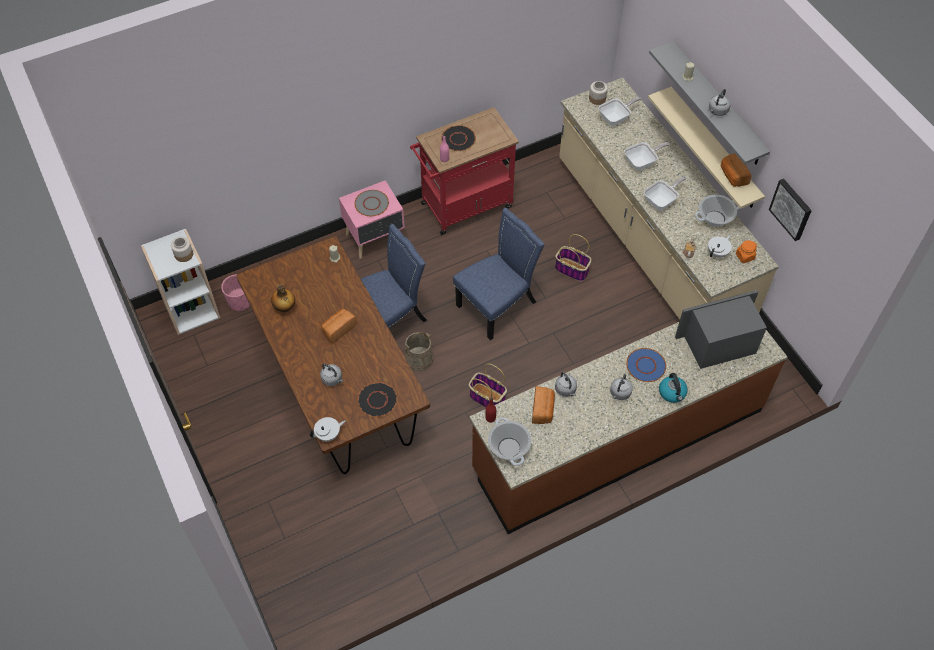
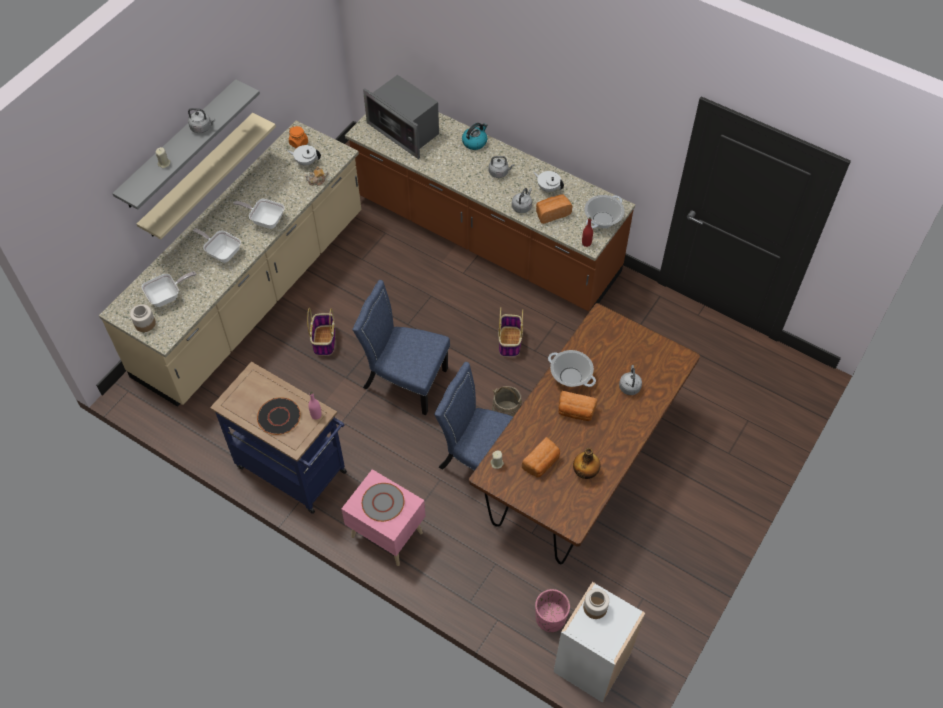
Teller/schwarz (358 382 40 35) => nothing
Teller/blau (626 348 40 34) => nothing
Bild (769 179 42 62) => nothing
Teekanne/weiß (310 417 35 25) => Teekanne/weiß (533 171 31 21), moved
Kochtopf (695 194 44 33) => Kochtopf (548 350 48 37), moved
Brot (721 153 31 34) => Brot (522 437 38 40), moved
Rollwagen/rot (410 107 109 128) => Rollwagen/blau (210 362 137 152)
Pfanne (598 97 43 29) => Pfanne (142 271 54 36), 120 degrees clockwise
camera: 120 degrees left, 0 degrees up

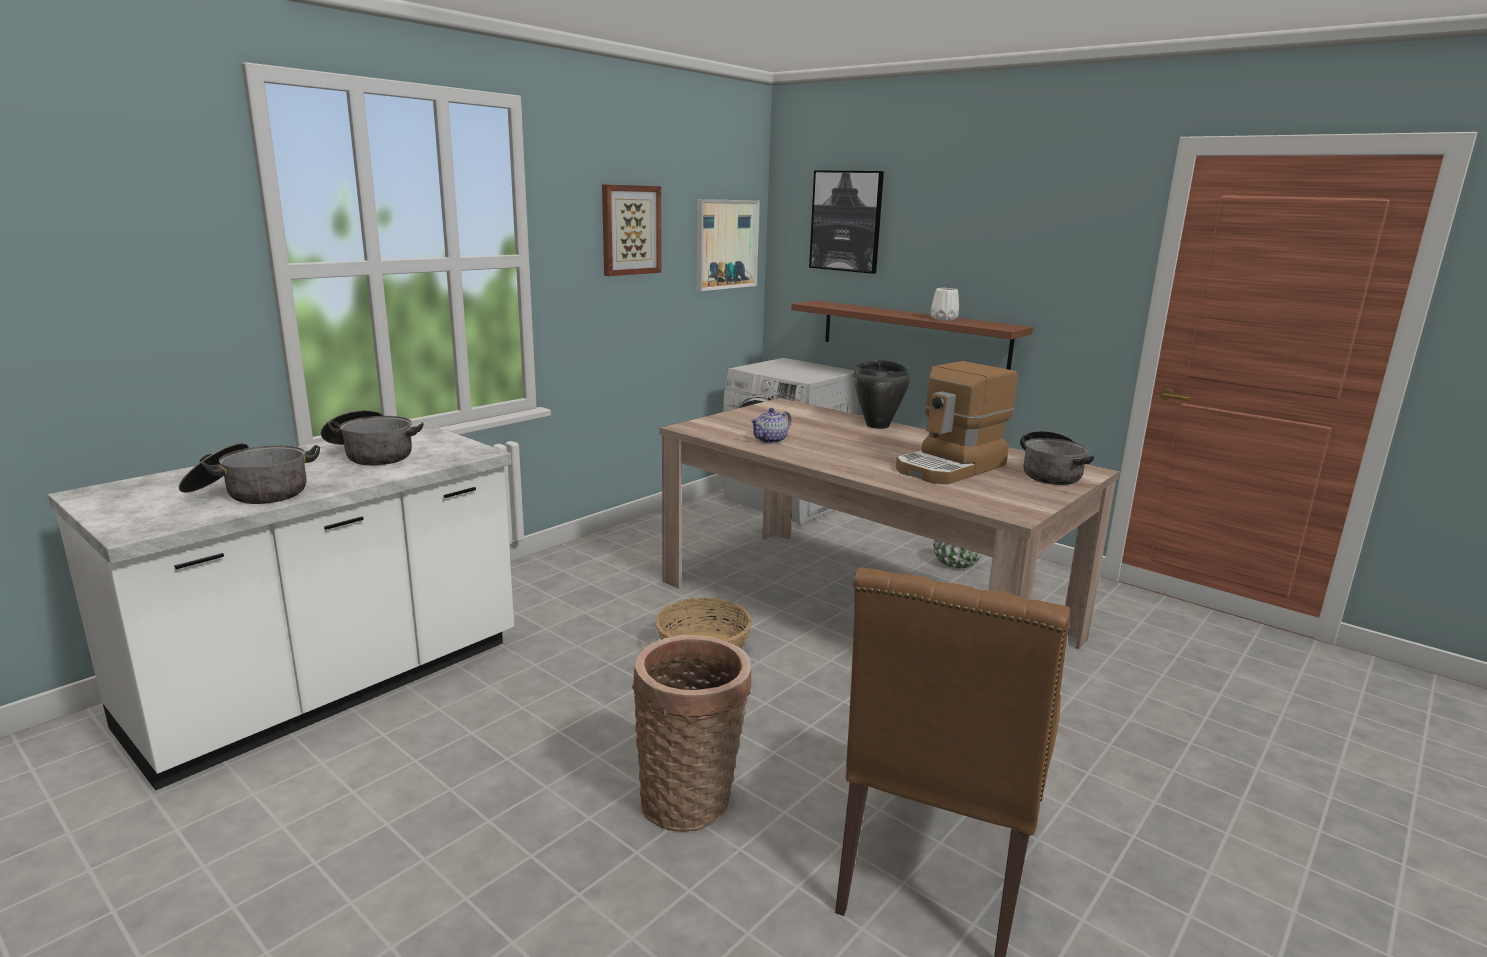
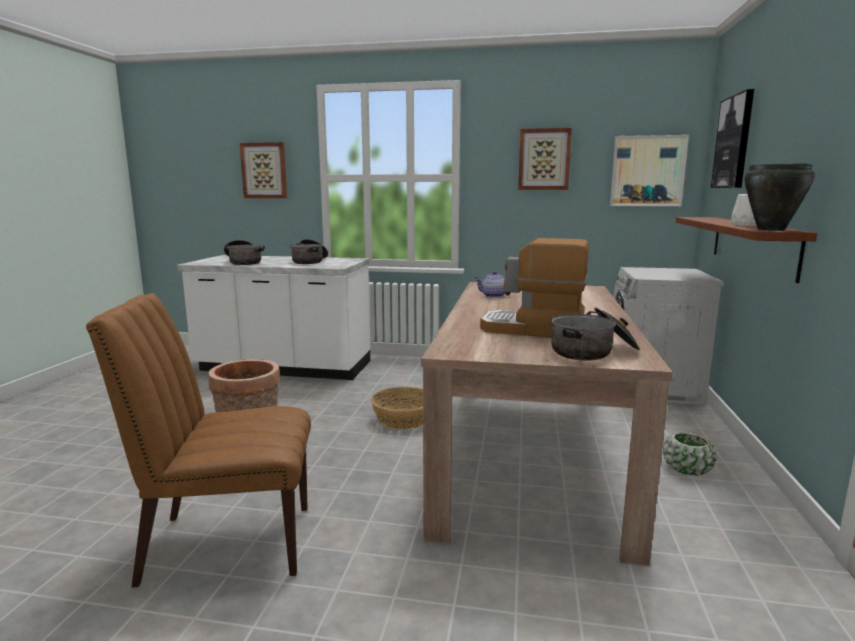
nothing => Bild (240 142 47 56)
Kochtopf/schwarz (853 360 57 69) => Kochtopf/schwarz (745 163 70 68), moved
camera: 60 degrees right, 5 degrees down

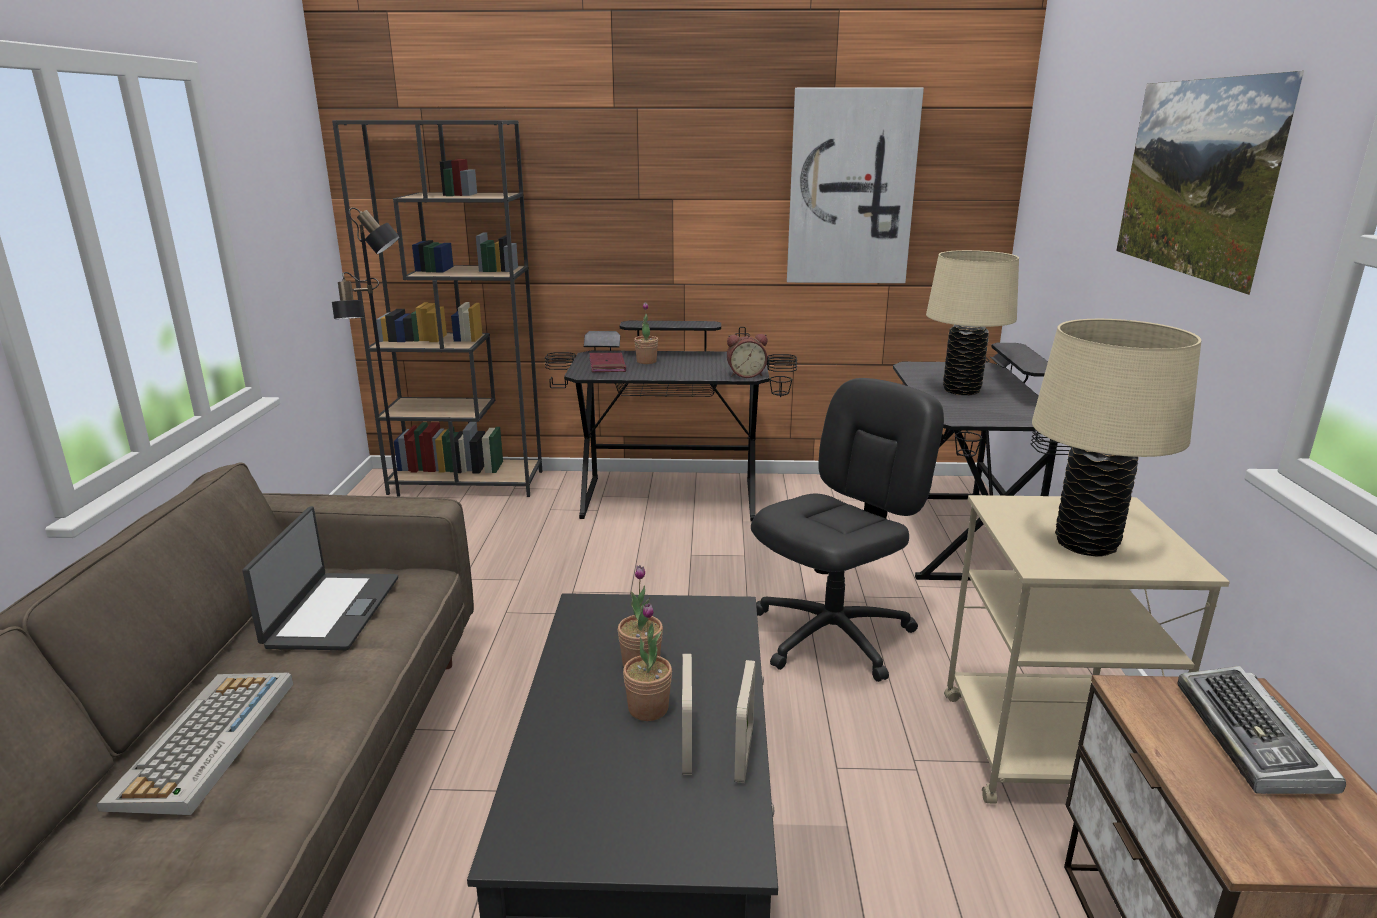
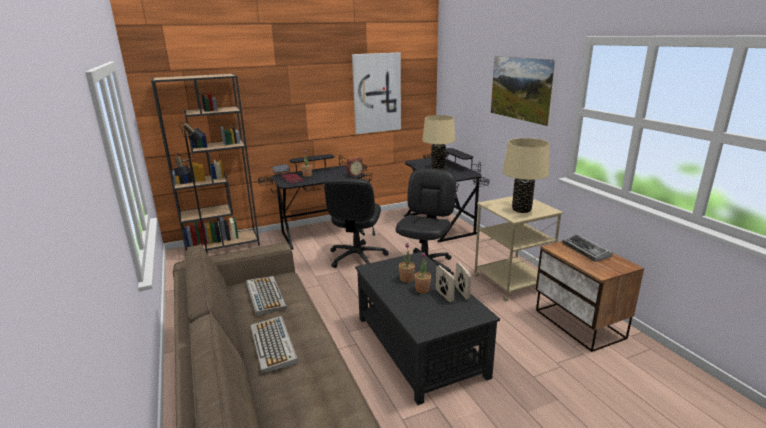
nothing => Bürostuhl/schwarz (324 178 65 90)
Laptop (242 506 156 144) => Tastatur (246 276 41 40)
camera: 25 degrees left, 0 degrees up

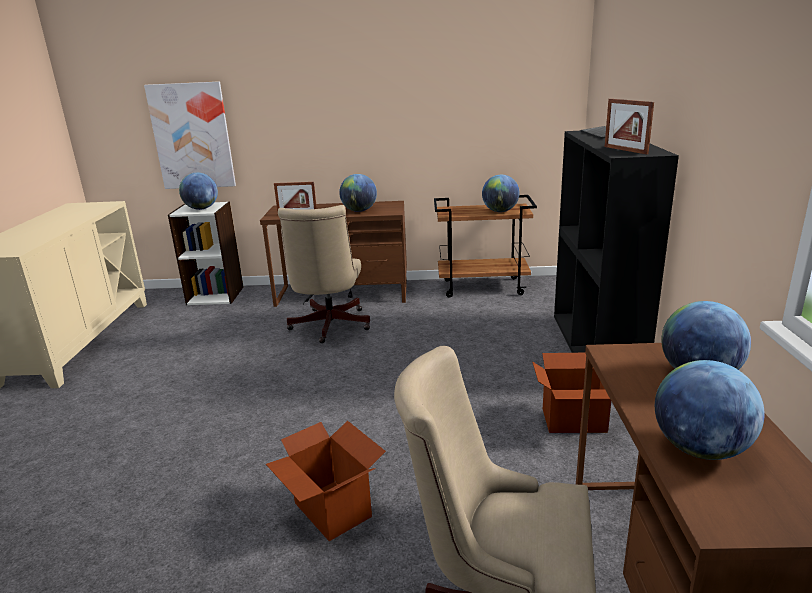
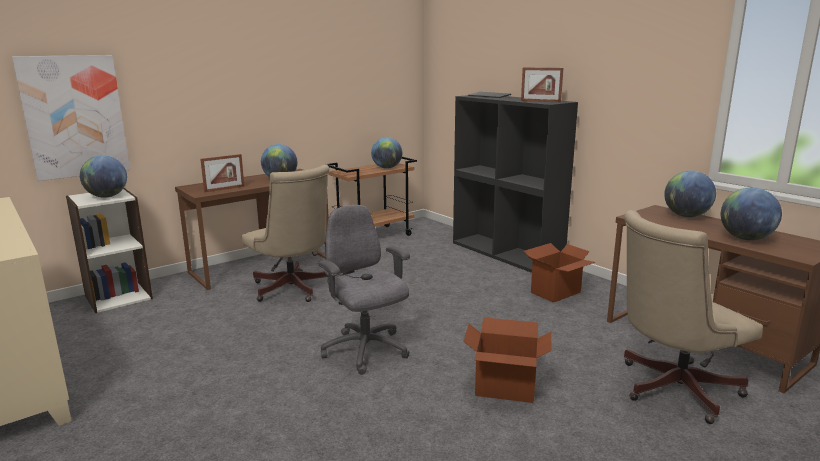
nothing => Bürostuhl/grau (318 205 92 170)
camera: 40 degrees left, 5 degrees down

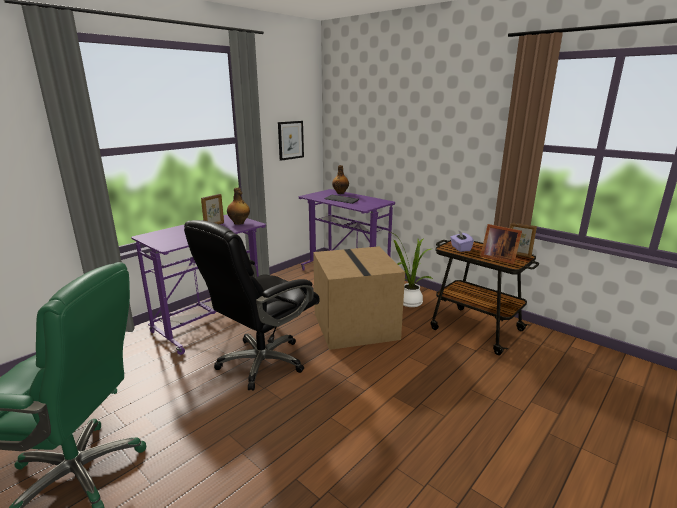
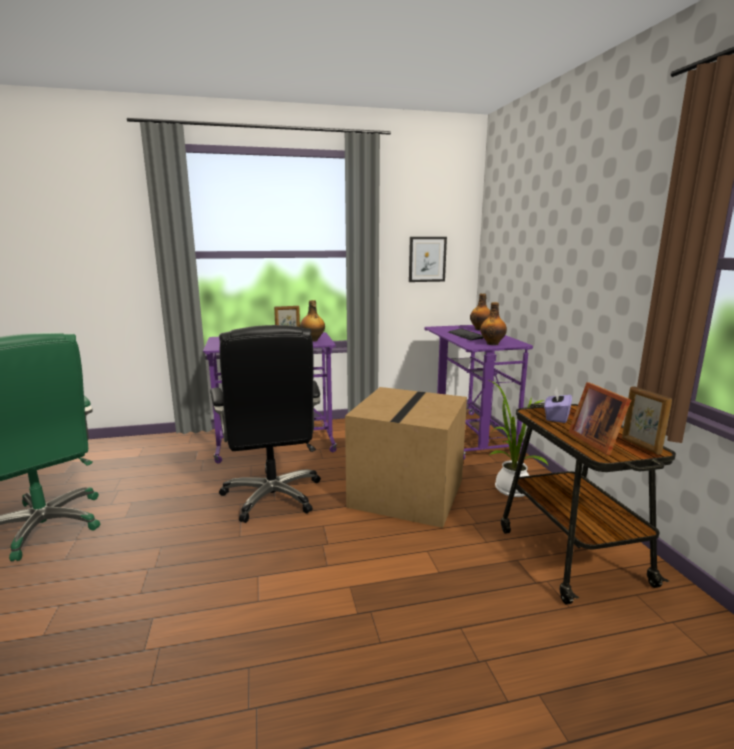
nothing => Flasche (480 302 27 43)
Bürostuhl/schwarz (184 220 136 171) => Bürostuhl/schwarz (210 325 111 198), 90 degrees counterclockwise
camera: 35 degrees right, 5 degrees down

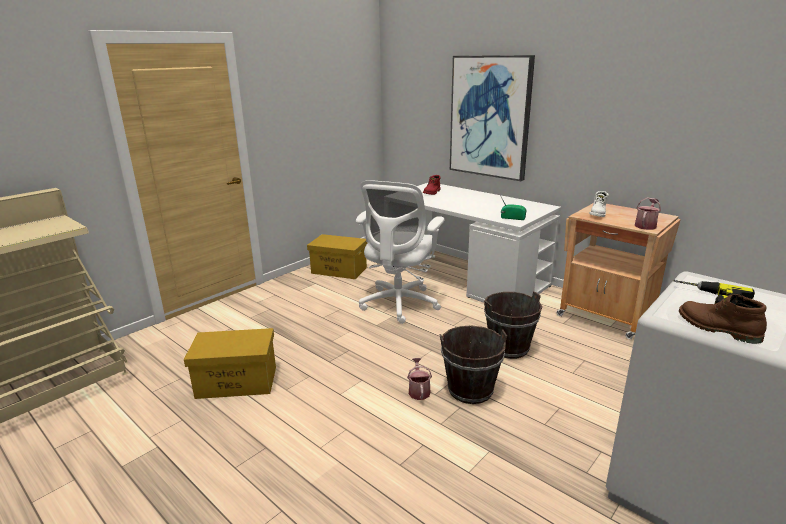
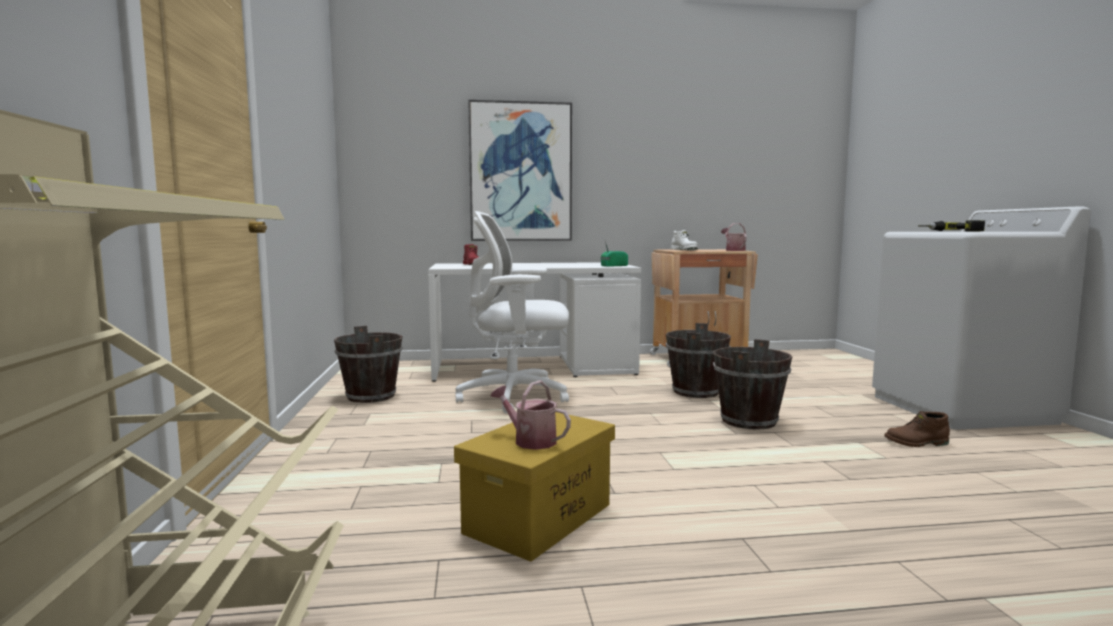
Gießkanne (407 358 25 42) => Gießkanne (491 380 80 70), moved
Stiefel/braun (679 294 88 50) => Stiefel/braun (884 411 66 36), moved
Aufbewahrungsbox/gelb (307 234 60 45) => Eimer/braun (334 326 69 77)
Bürostuhl/weiß (356 180 88 144) => Bürostuhl/weiß (455 211 114 203), 120 degrees clockwise
camera: 50 degrees left, 15 degrees down

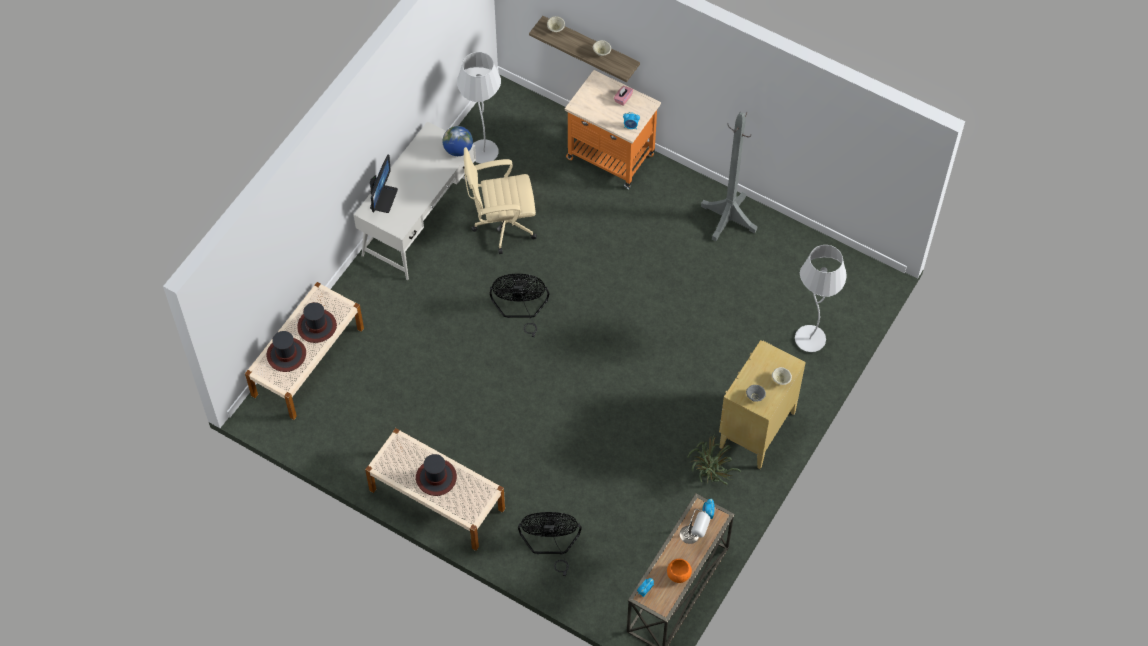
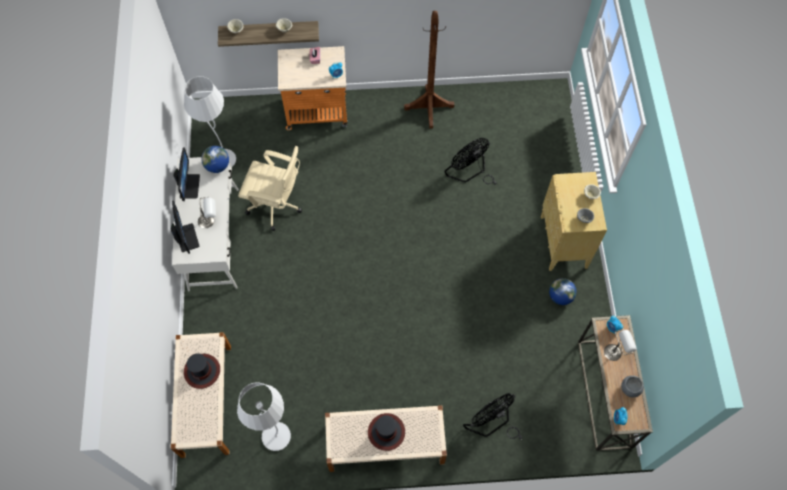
Hut (267 331 39 41) => nothing
nothing => Monitor (174 148 26 53)
nothing => Tischlampe/weiß (198 197 18 31)
Ventilator/schwarz (490 274 59 63) => Ventilator/schwarz (444 138 52 47), moved
Stehlampe/weiß (795 245 52 107) => Stehlampe/weiß (237 382 54 69), moved
Topfpflanze (687 435 54 50) => Globus (549 278 28 27)
Schüssel/orange (667 559 25 24) => Schüssel/grau (621 375 23 22)
Kleiderständer/grau (701 112 57 129) => Kleiderständer/braun (404 11 50 118)
Bürostuhl/beige (464 147 73 107) => Bürostuhl/beige (238 146 64 85), 120 degrees counterclockwise
camera: 35 degrees left, 5 degrees up

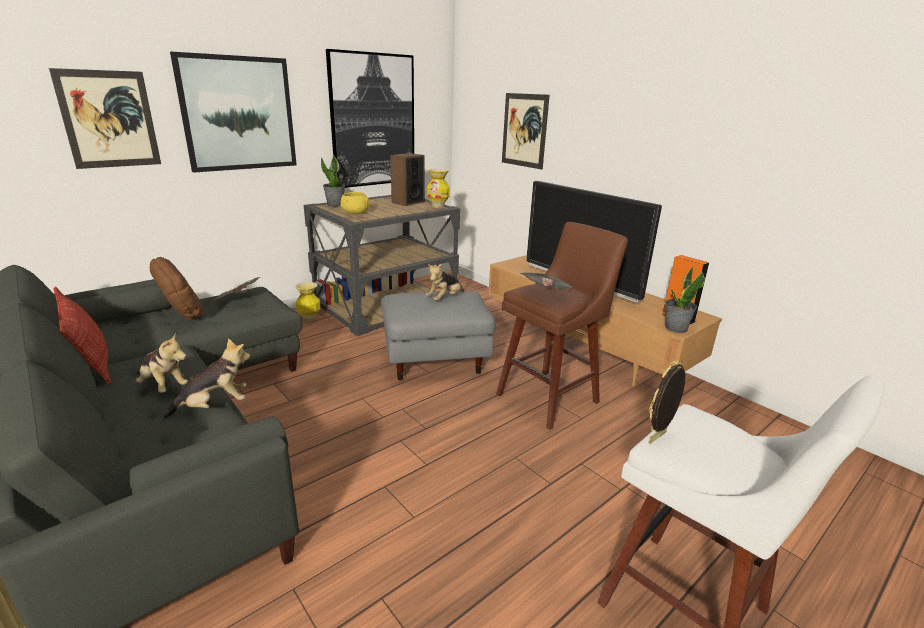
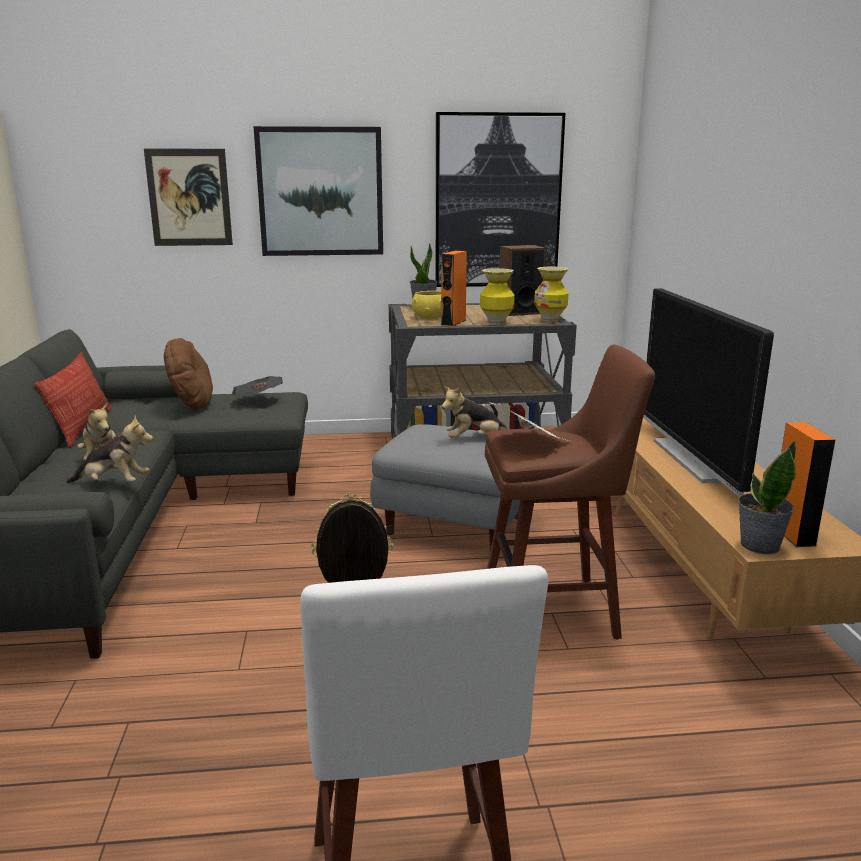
Bild (502 93 48 77) => nothing
nothing => Lautsprecher/orange (441 251 26 75)
Vase (295 282 26 39) => Vase (480 268 35 56), moved
camera: 35 degrees right, 5 degrees down

